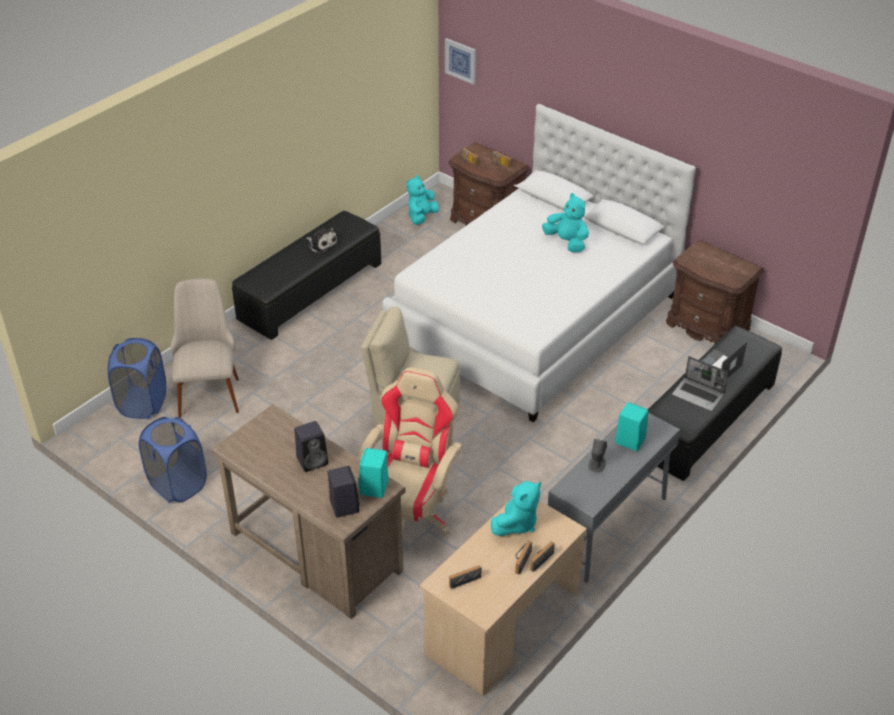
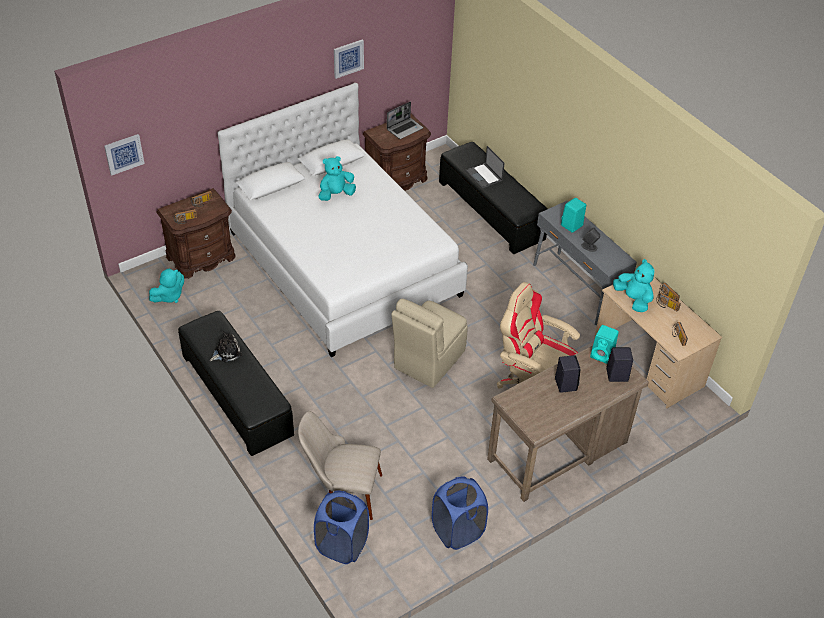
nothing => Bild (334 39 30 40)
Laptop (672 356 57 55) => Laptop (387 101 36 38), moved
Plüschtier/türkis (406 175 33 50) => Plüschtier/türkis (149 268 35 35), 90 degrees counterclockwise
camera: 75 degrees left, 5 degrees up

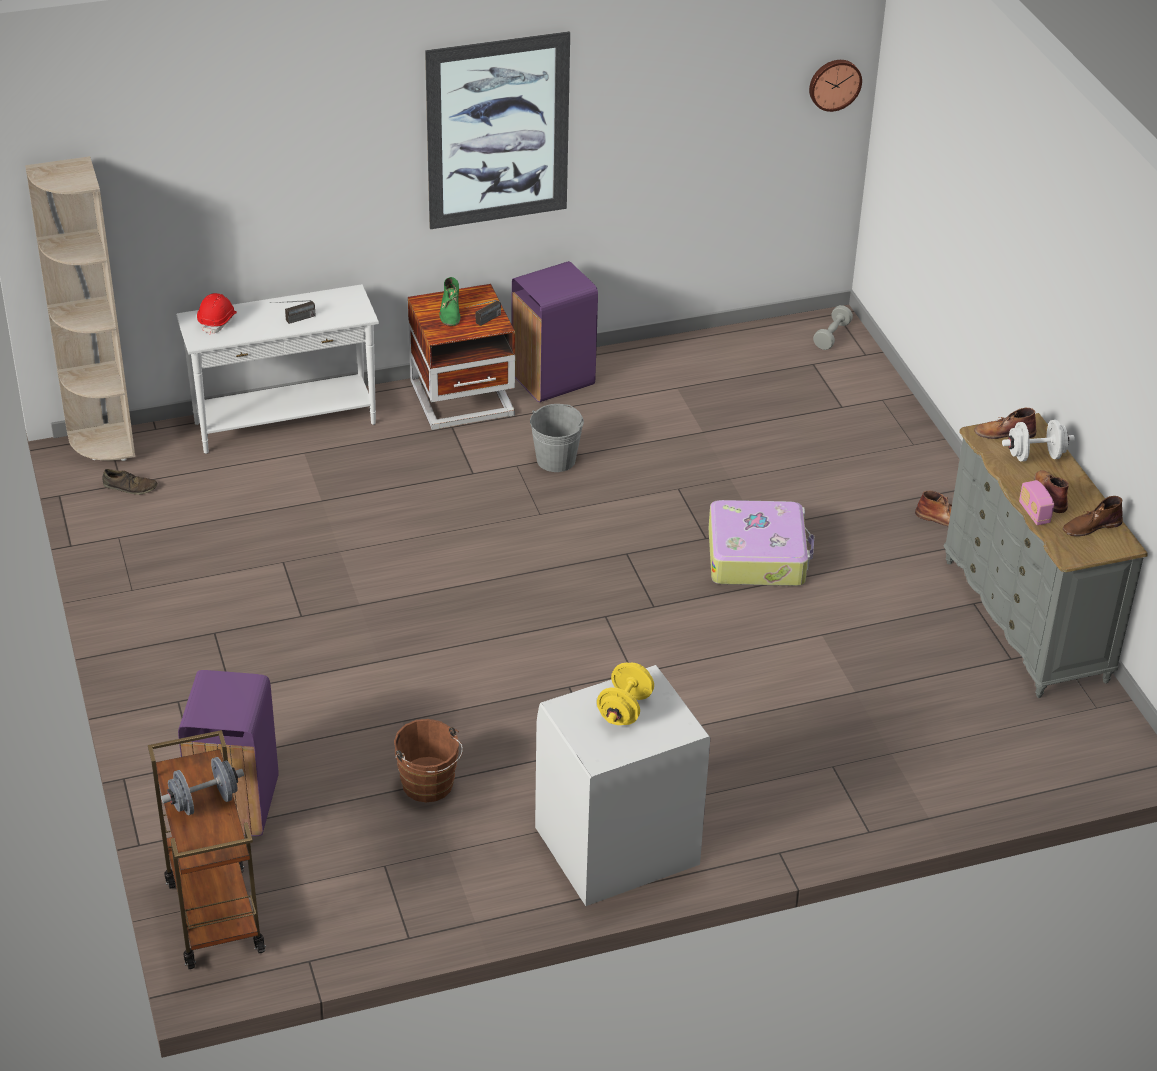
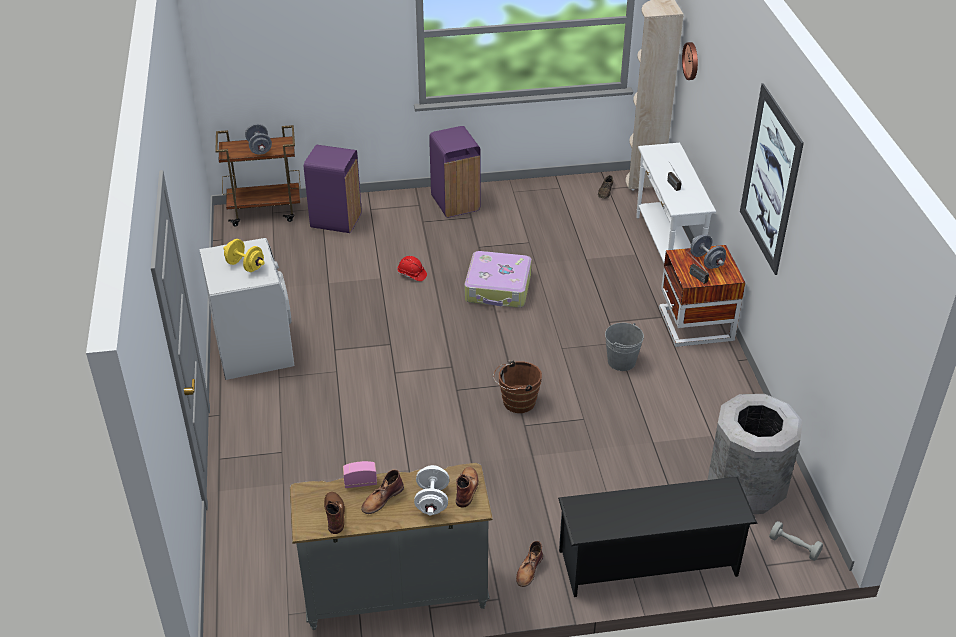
nothing => Schuhregal/schwarz (558 477 200 120)
nothing => Mülleimer/grau (708 394 95 120)
Schutzhelm/rot (197 293 40 42) => Schutzhelm/rot (397 256 30 25), moved
Eimer/braun (394 719 69 83) => Eimer/braun (493 361 49 52), moved
Mülleimer/lila (512 261 86 141) => Mülleimer/lila (429 126 52 91), moved
Koffer (709 500 105 86) => Koffer (465 251 67 57), moved
Wanduhr (809 60 53 52) => Wanduhr (682 42 16 38), moved
Stiefel/grün (439 277 22 49) => Hantel/grau (690 234 36 35)
Stiefel/braun (1034 470 35 43) => Stiefel/braun (361 470 43 44), 135 degrees clockwise
camera: 100 degrees right, 0 degrees up

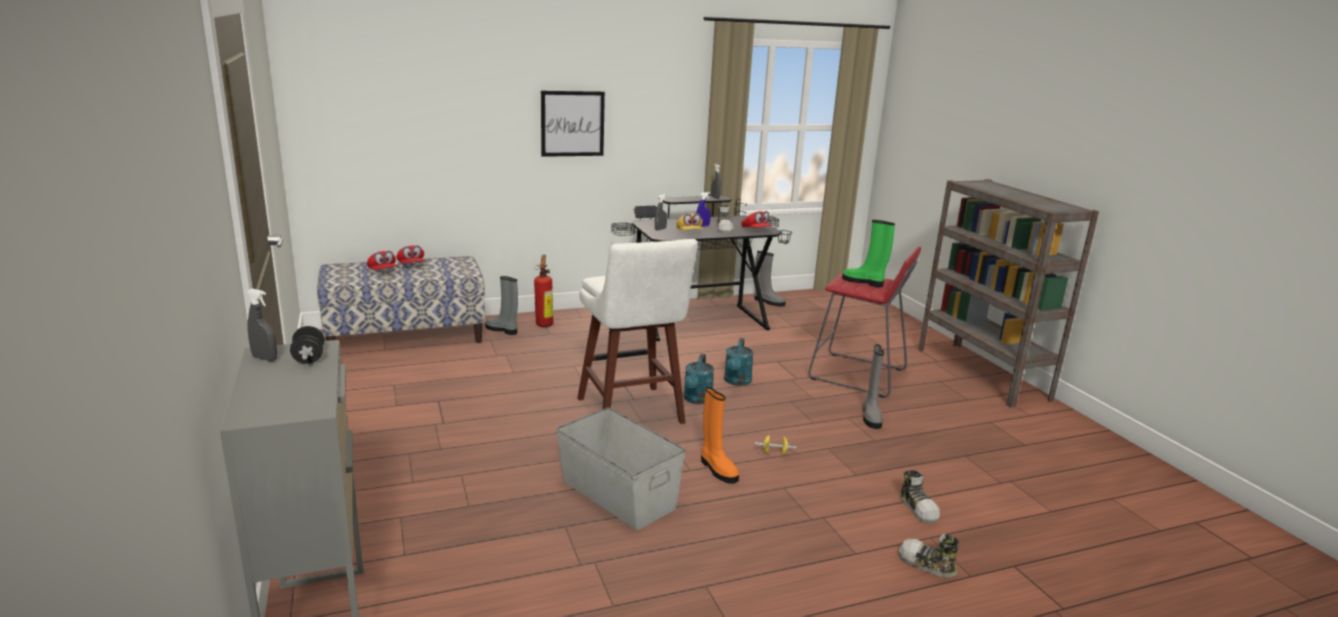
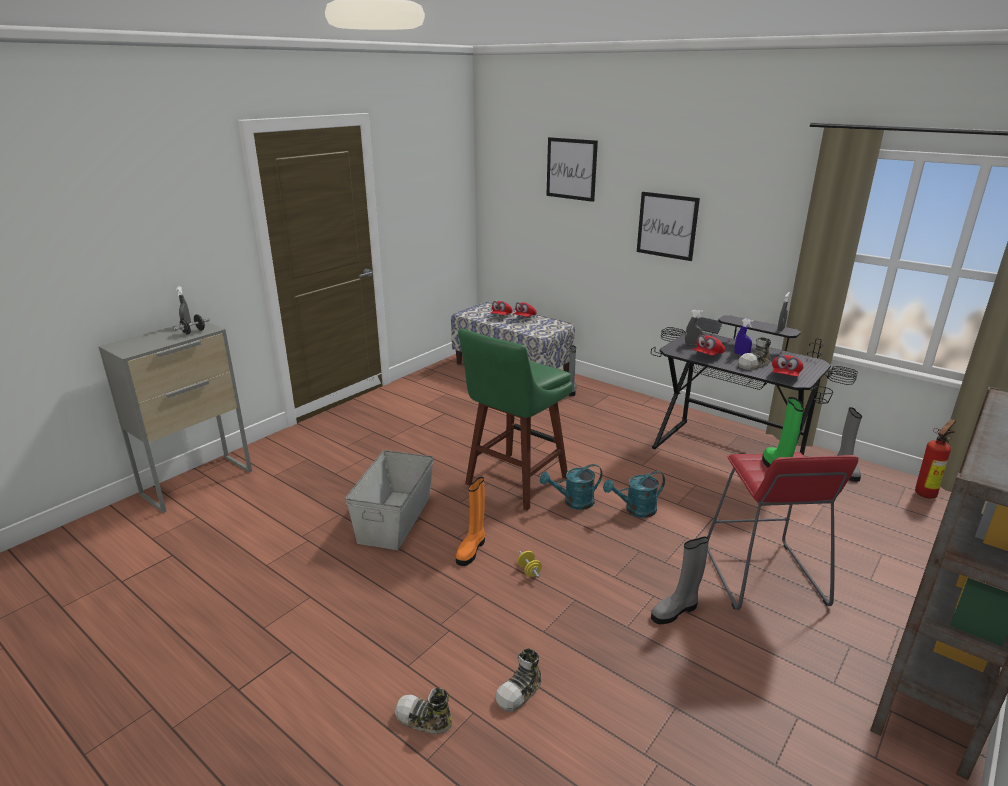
nothing => Bild (546 137 52 65)
Feuerlöscher (534 255 20 72) => Feuerlöscher (915 419 41 79), moved
Hocker/weiß (577 239 121 185) => Hocker/grün (458 329 115 181)
Kappe/gelb (676 214 27 16) => Kappe/rot (693 335 32 21)
Schuh (899 534 60 44) => Schuh (394 688 58 46), 75 degrees counterclockwise
camera: 60 degrees right, 5 degrees up

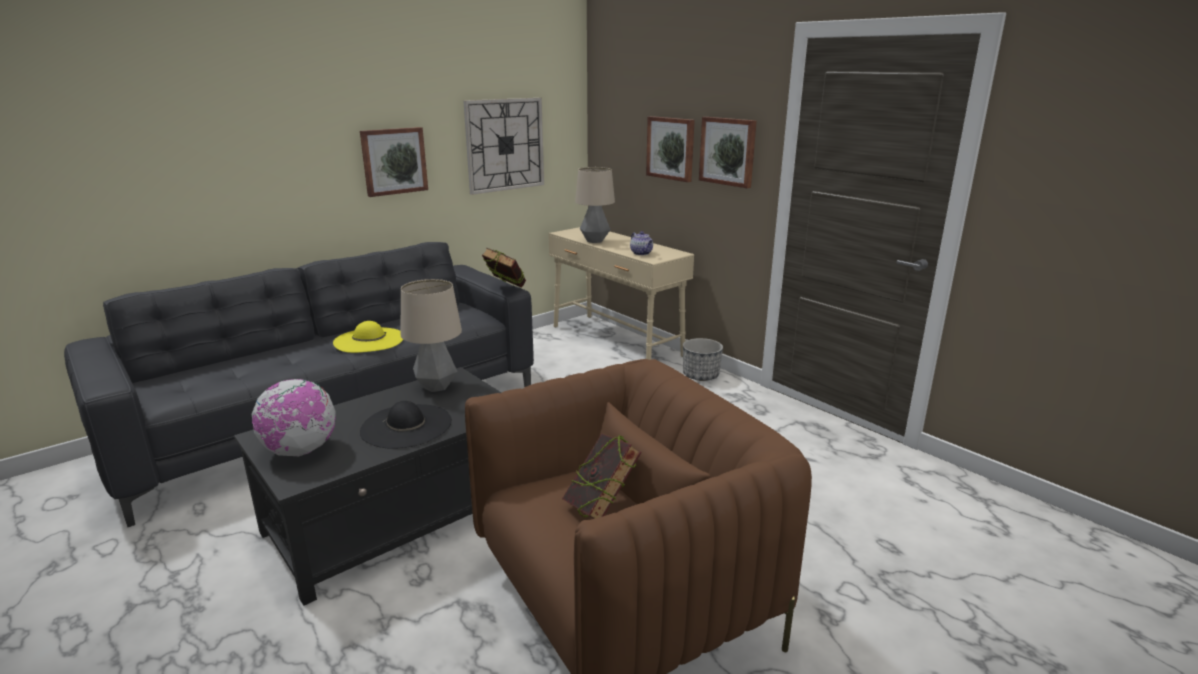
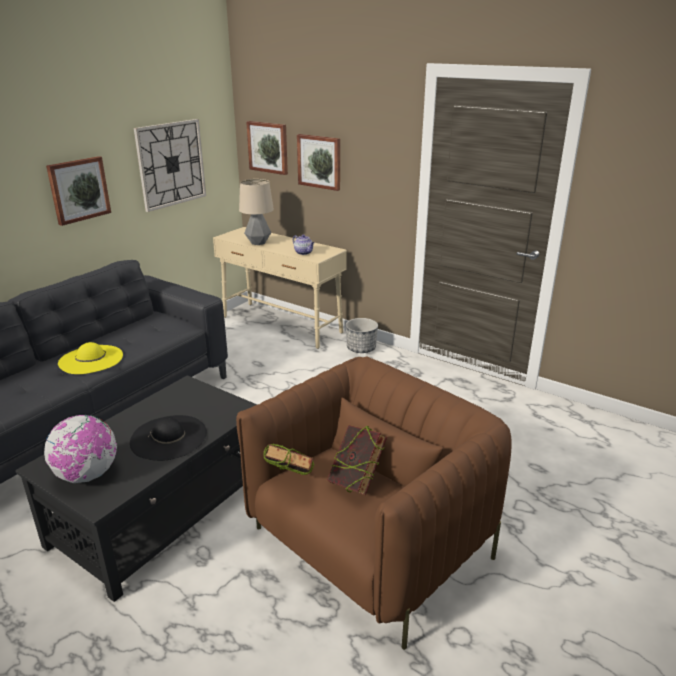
Tischlampe (401 279 61 113) => nothing
Buch (482 248 44 40) => Buch (263 444 51 31), moved
Bild (699 117 58 71) => Bild (246 121 42 54), moved
camera: 15 degrees left, 5 degrees up

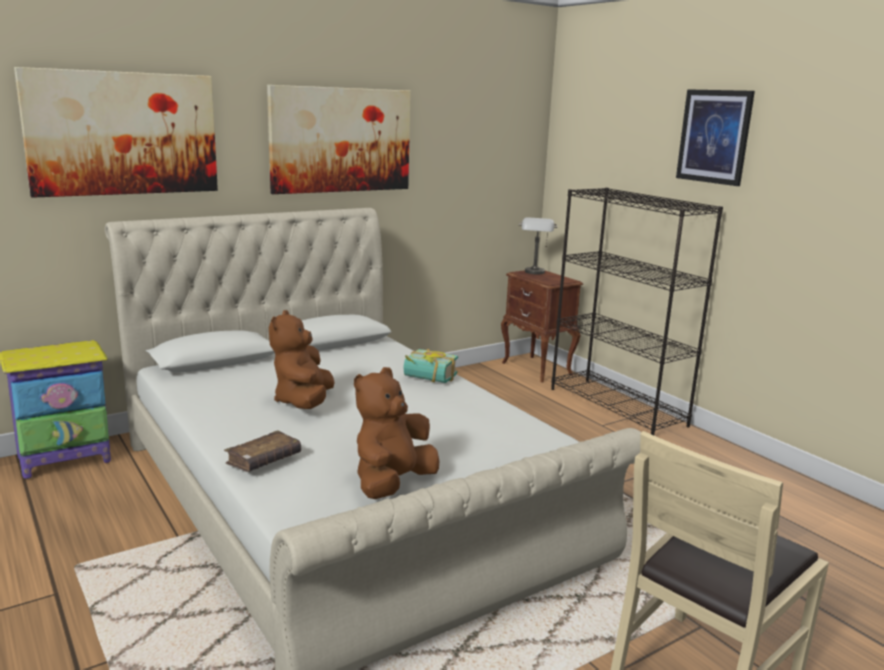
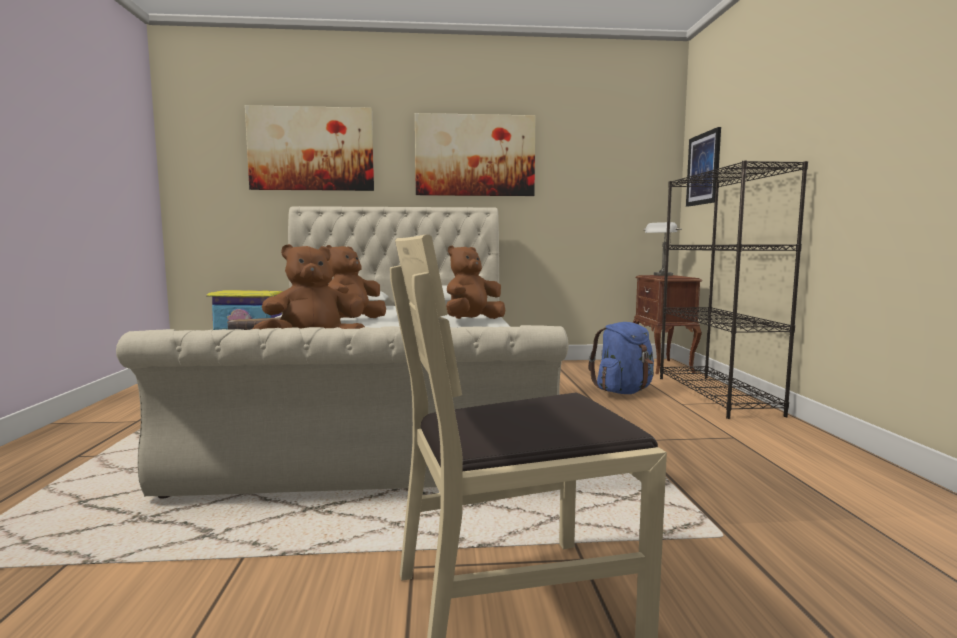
nothing => Rucksack/blau (588 322 66 72)
Bild (676 89 79 97) => Bild (686 127 35 80), moved
Buch (404 349 54 34) => Plüschtier/braun (446 246 59 73)
camera: 30 degrees right, 10 degrees down

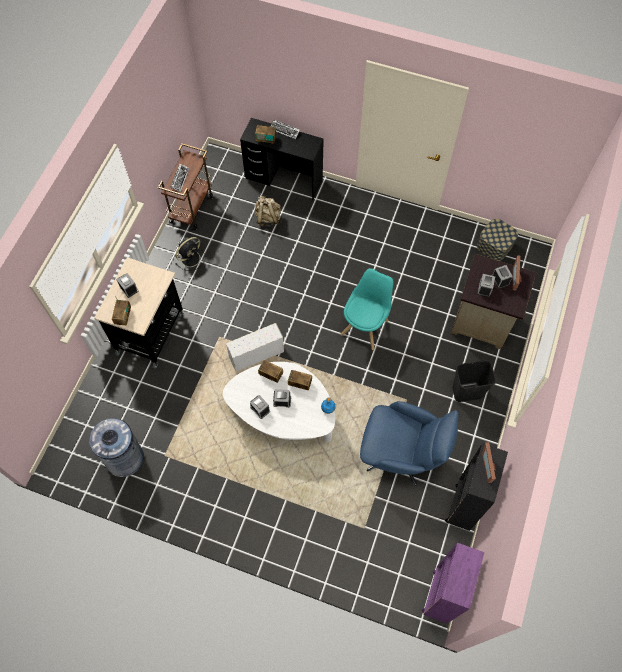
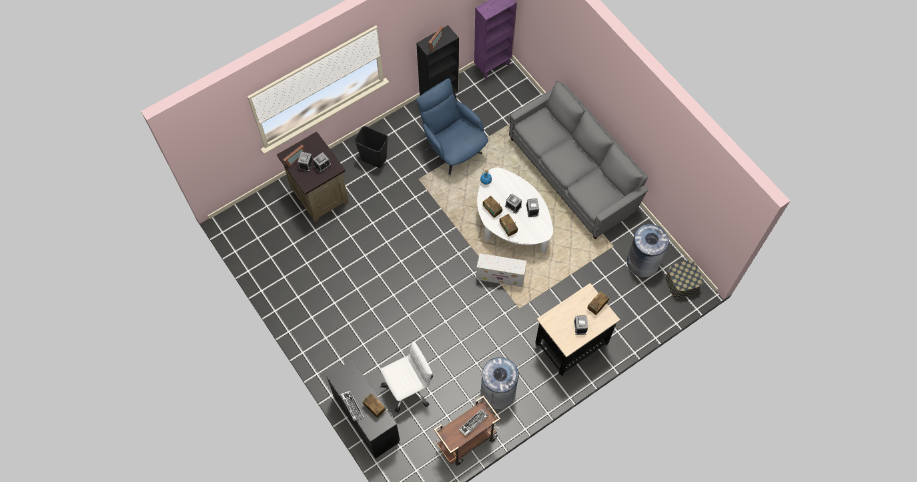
Stuhl/türkis (340 268 54 82) => nothing
nothing => Sofa/grau (509 81 139 158)
Aufbewahrungsbox (477 219 41 42) => Aufbewahrungsbox (665 260 38 38), moved
Ventilator/schwarz (176 237 29 34) => Mülleimer/grau (480 357 39 52)
Rucksack/beige (255 195 27 31) => Bürostuhl/weiß (381 341 52 71)
camera: 145 degrees left, 0 degrees up

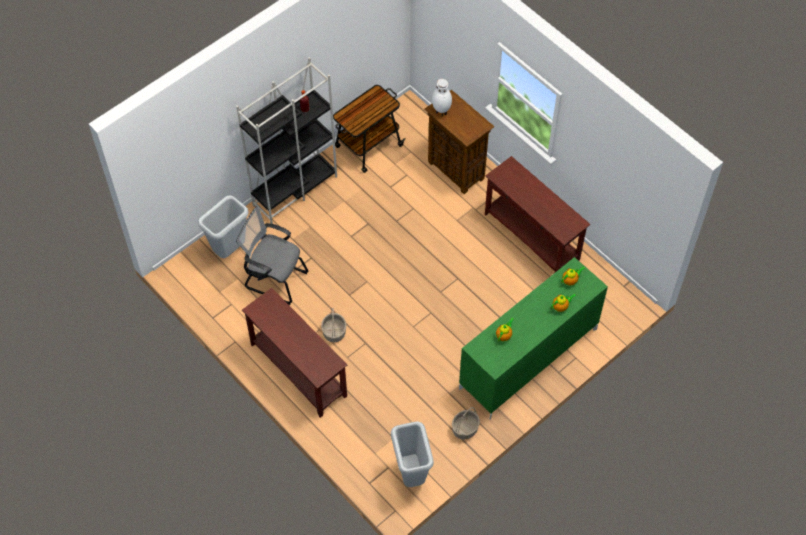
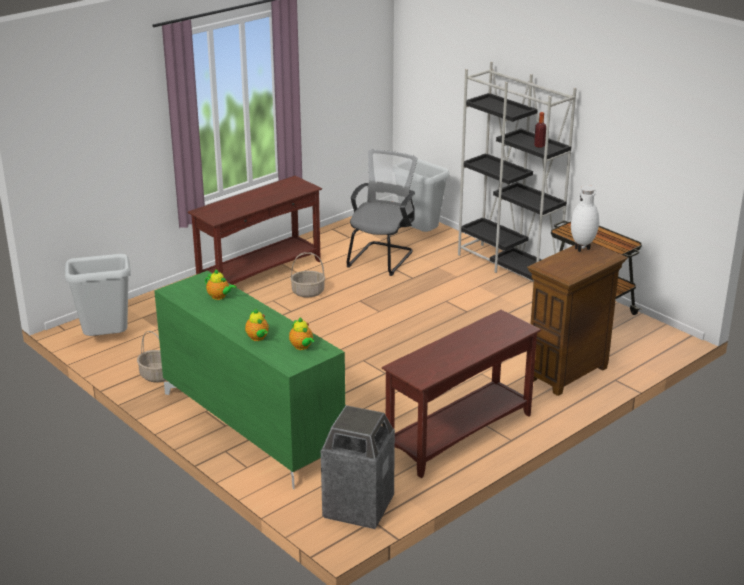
nothing => Mülleimer (321 405 74 124)
camera: 90 degrees right, 30 degrees down

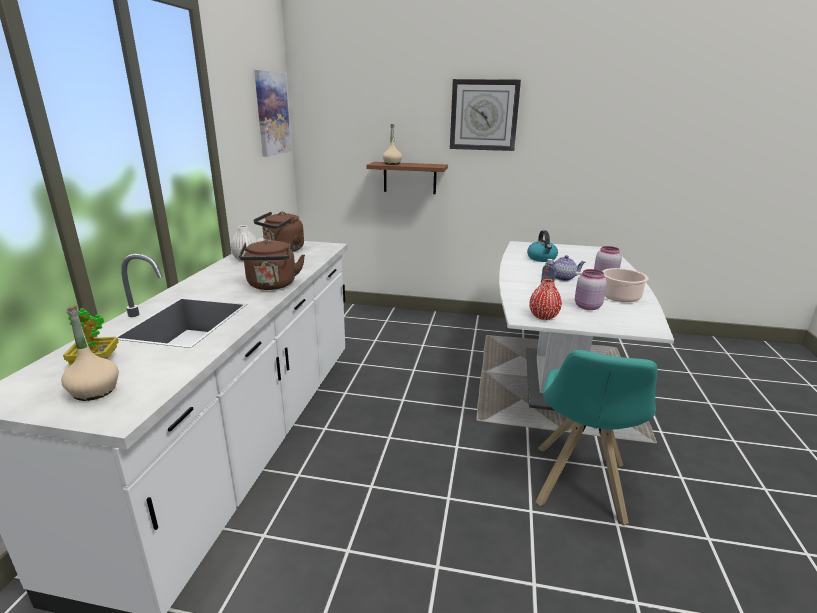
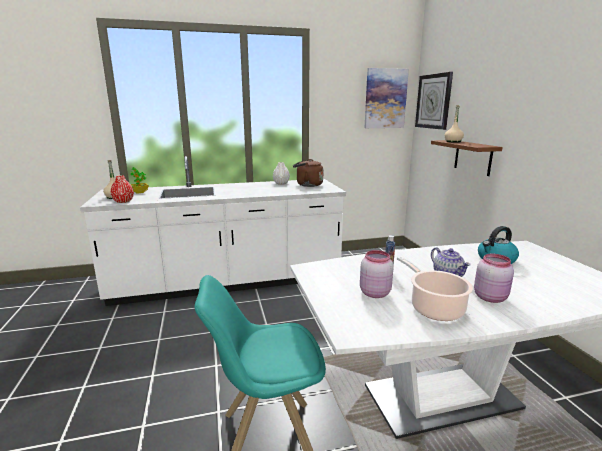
Wasserkessel/braun (239 239 66 51) => nothing
Wanduhr (450 79 71 72) => Wanduhr (415 72 38 58), moved
Vase/rot (529 279 33 41) => Vase/rot (111 175 23 28), moved
camera: 65 degrees right, 5 degrees down

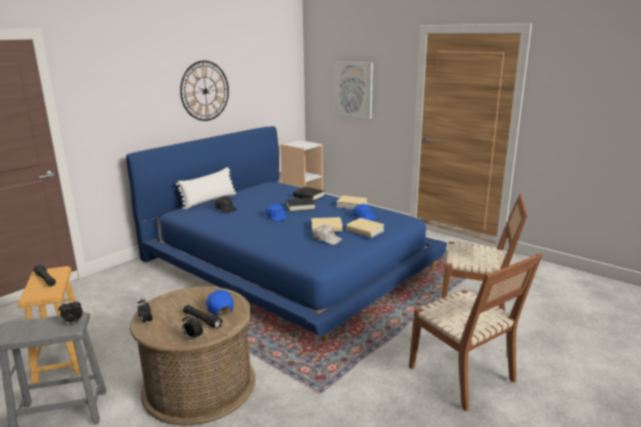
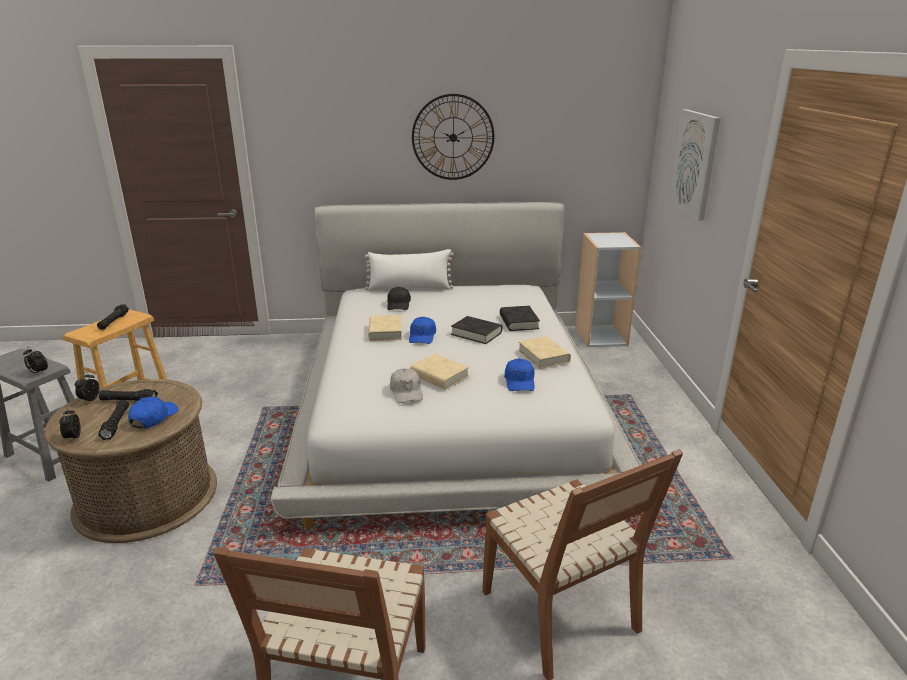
nothing => Taschenlampe/schwarz (99 389 59 12)
Buch/beige (346 218 39 20) => Buch/beige (368 315 34 26), moved
Bett/blau (126 126 321 216) => Bett/weiß (271 202 371 327)
camera: 45 degrees right, 5 degrees up

